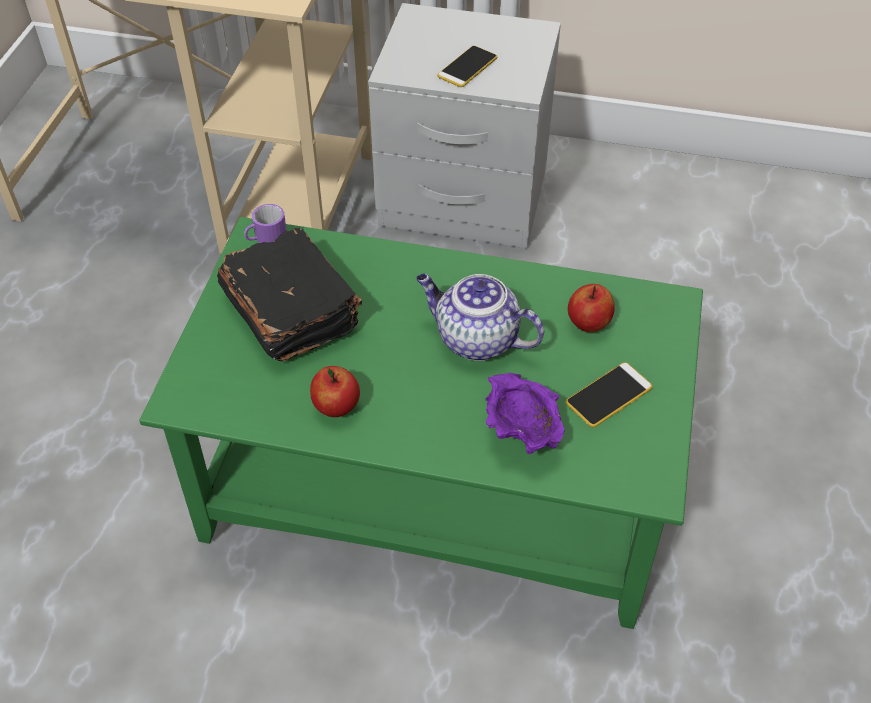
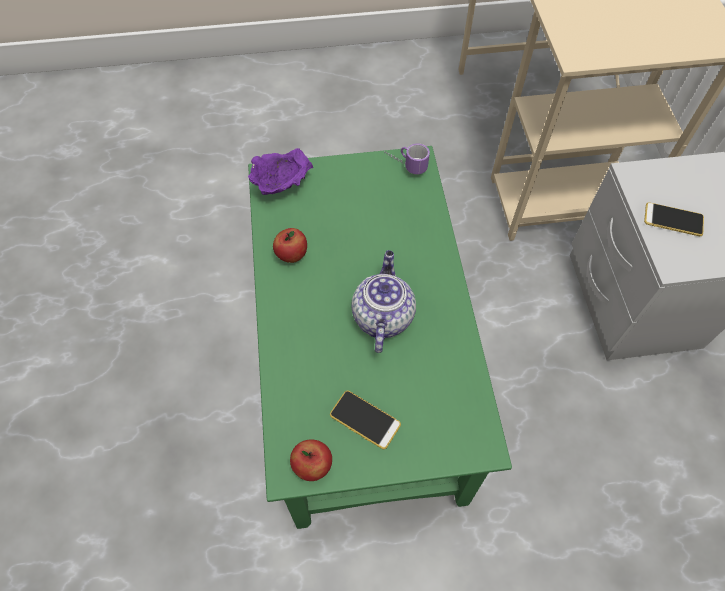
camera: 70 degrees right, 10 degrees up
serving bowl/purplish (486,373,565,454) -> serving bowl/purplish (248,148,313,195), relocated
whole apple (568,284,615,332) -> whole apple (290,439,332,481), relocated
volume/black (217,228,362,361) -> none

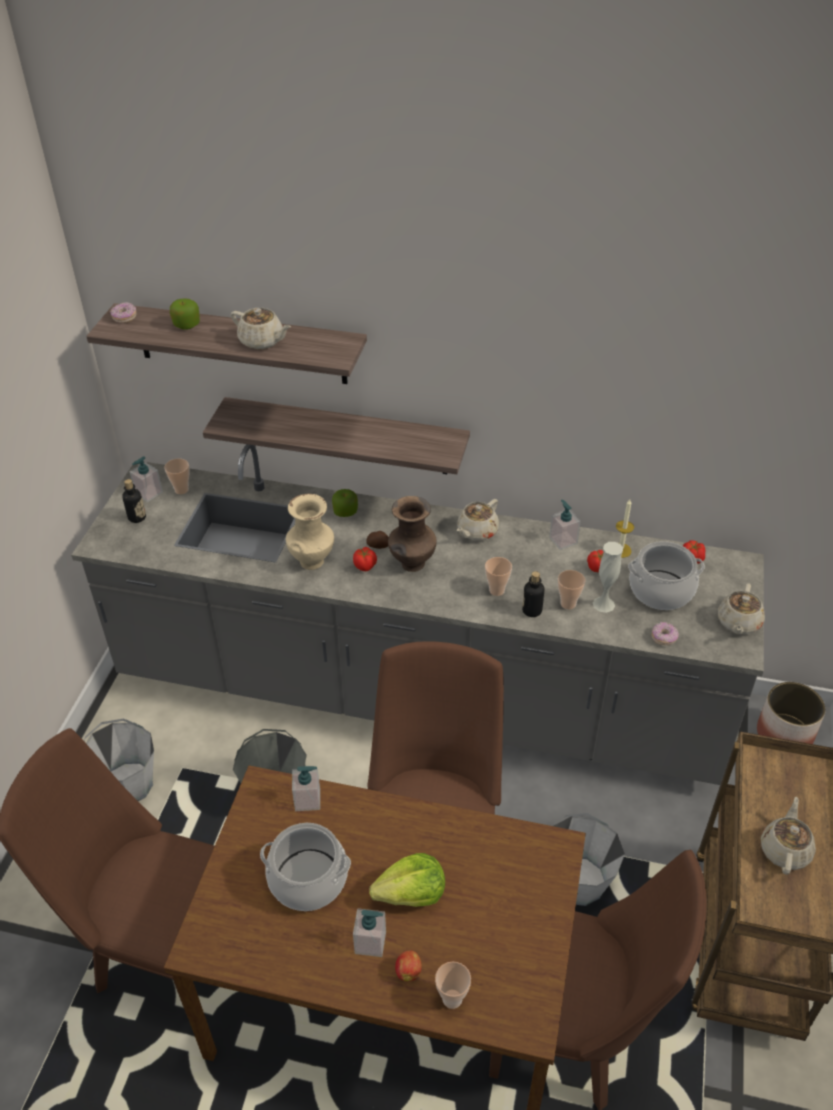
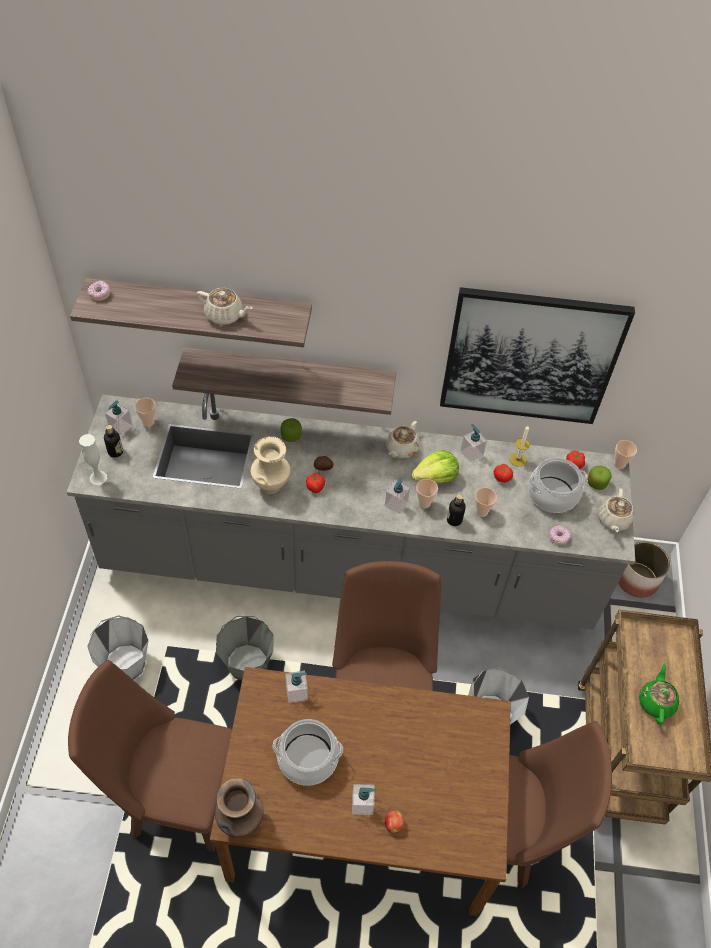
camera: 10 degrees left, 10 degrees up
decorative vase/white (593,542,623,613) -> decorative vase/white (79,434,107,485), relocated
decorative vase/brownish (388,496,437,572) -> decorative vase/brownish (215,778,263,837), relocated
none -> soap dispenser (385,478,410,514)
lettuce head (369,853,445,907) -> lettuce head (411,450,459,484), relocated
none -> wall picture (440,287,635,424)
whole apple (170,298,200,330) -> whole apple (588,466,611,490), relocated
drinking cup (435,962,471,1009) -> drinking cup (614,440,637,469), relocated
pot for tea/beige (761,797,816,875) -> pot for tea/greenish (639,663,679,724)

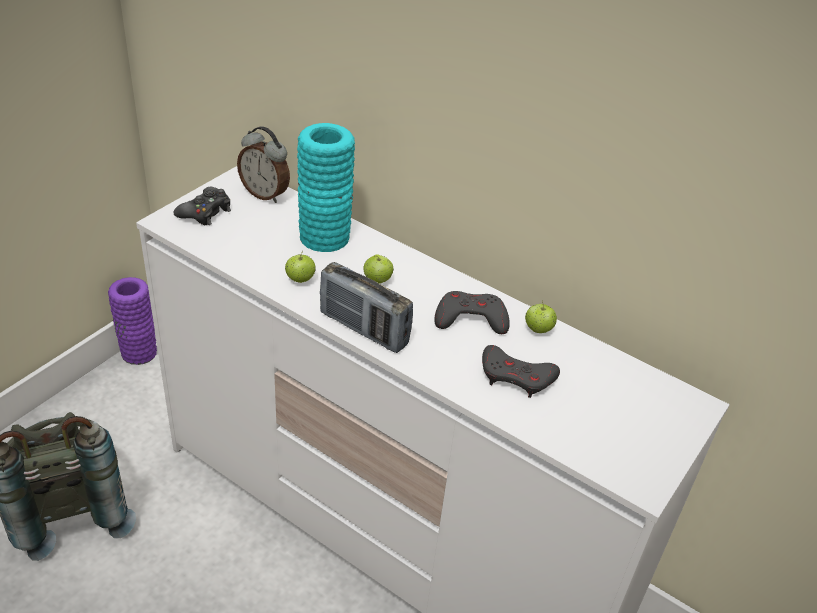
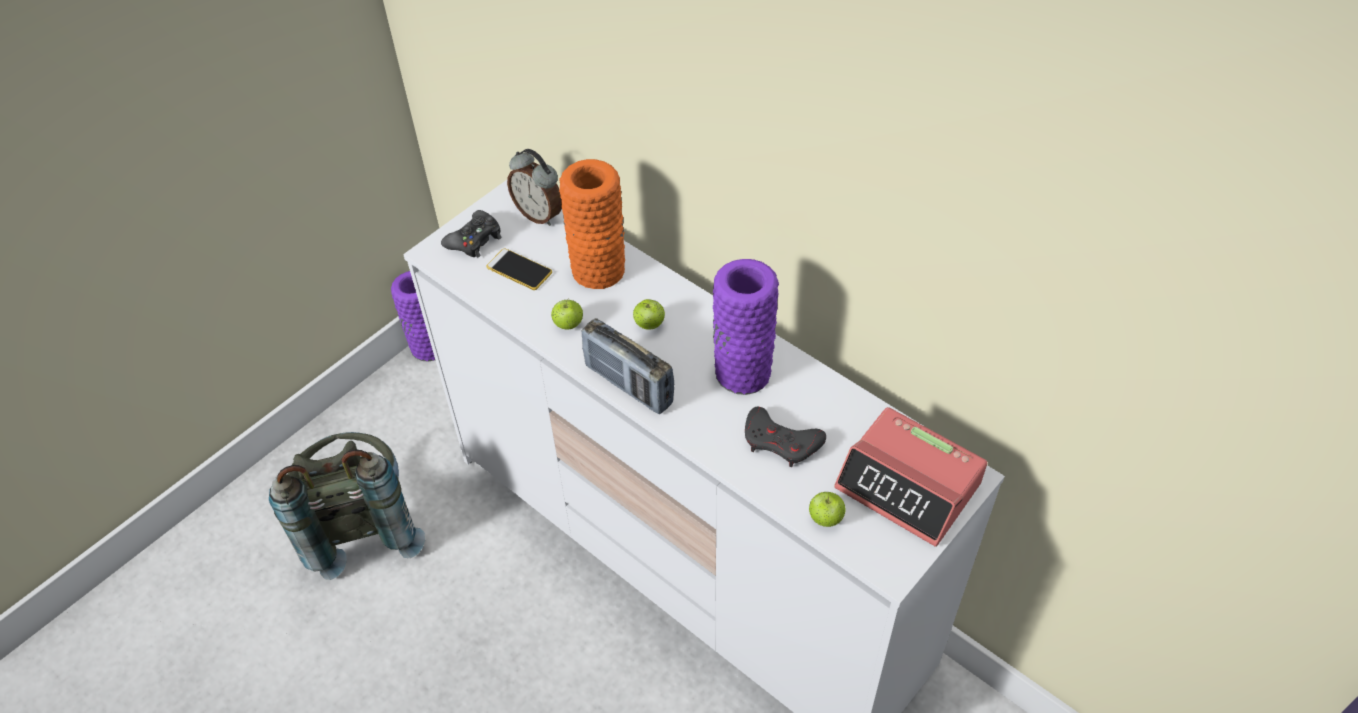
camera: 10 degrees right, 10 degrees up
none -> handset (487,249,552,290)
decorative vase/turquoise (297,123,355,252) -> decorative vase/orange-coloured (559,159,625,289)
game controller/greyish (434,291,510,334) -> decorative vase/purplish (713,259,779,395)
whole apple (525,300,557,333) -> whole apple (809,492,846,527), relocated
none -> table clock (834,407,987,547)

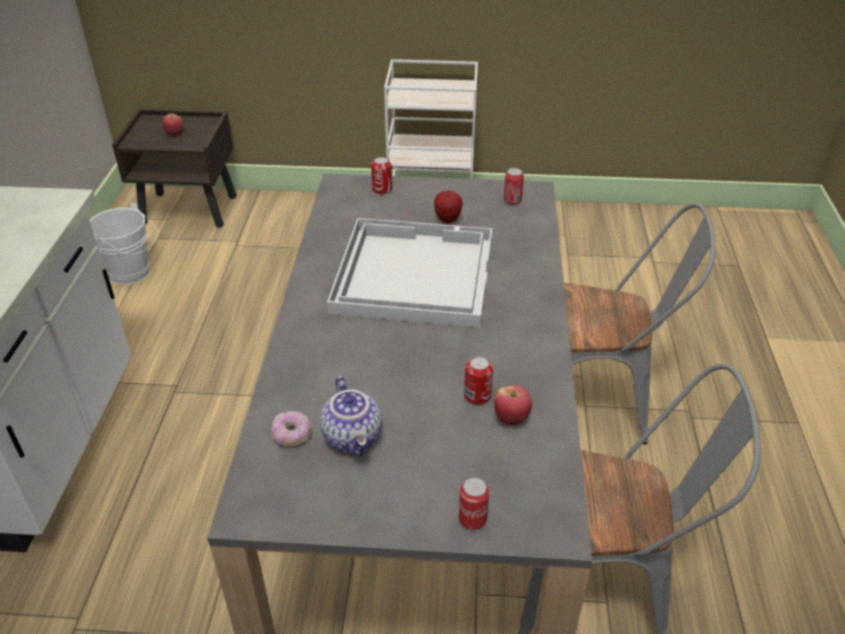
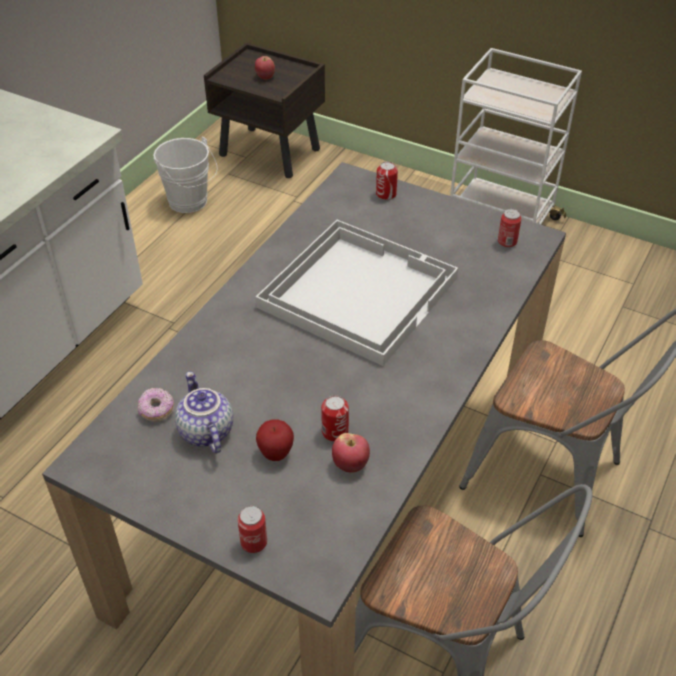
camera: 25 degrees right, 5 degrees up
pot for tea (320,376,382,456) -> pot for tea (175,371,233,454), 150 degrees clockwise
whole apple (434,191,463,223) -> whole apple (256,420,294,461), relocated

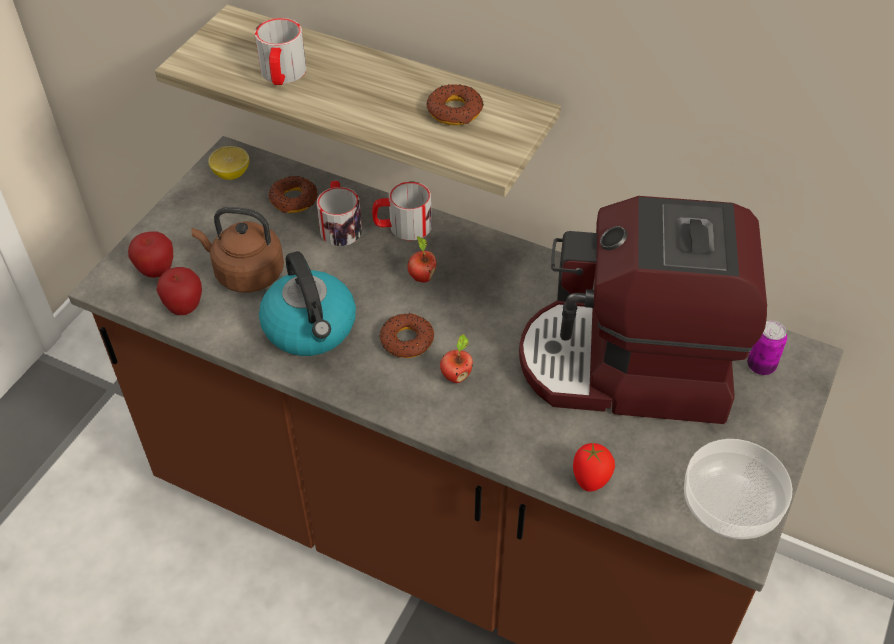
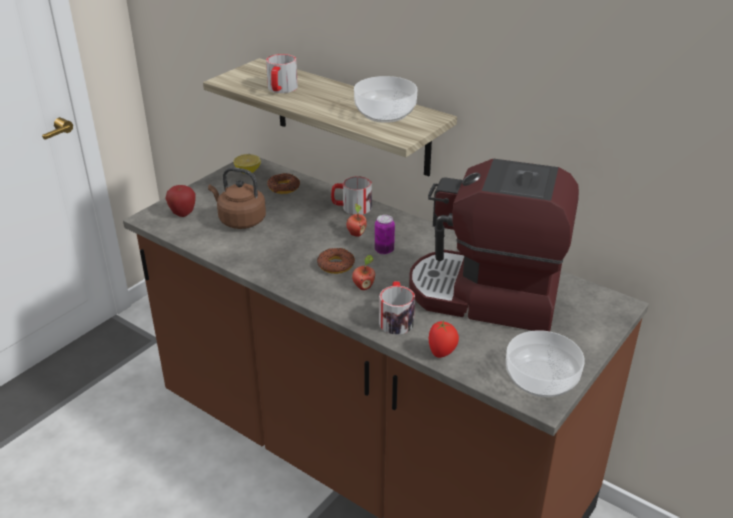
camera: 10 degrees right, 15 degrees down
donut (427,84,484,125) -> serving bowl (354,76,417,123)
can (747,321,787,375) -> can (375,215,395,255), relocated
coffee mug (317,181,362,246) -> coffee mug (379,281,415,335), relocated
whole apple (157,267,202,315) -> none
water kettle (259,251,356,356) -> none

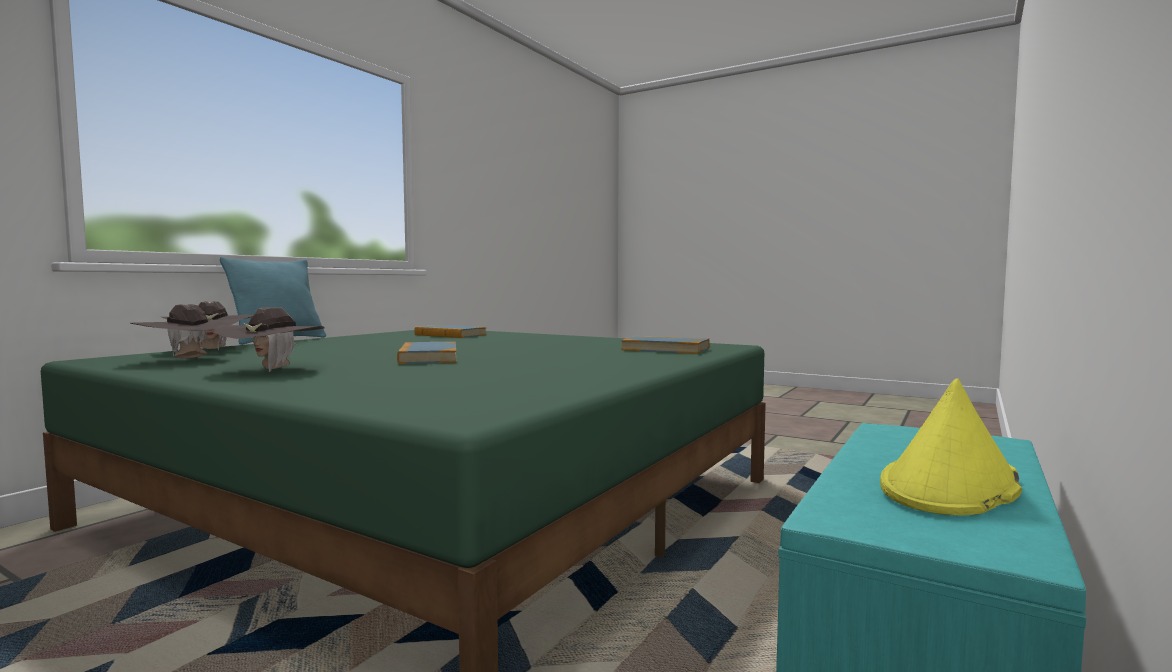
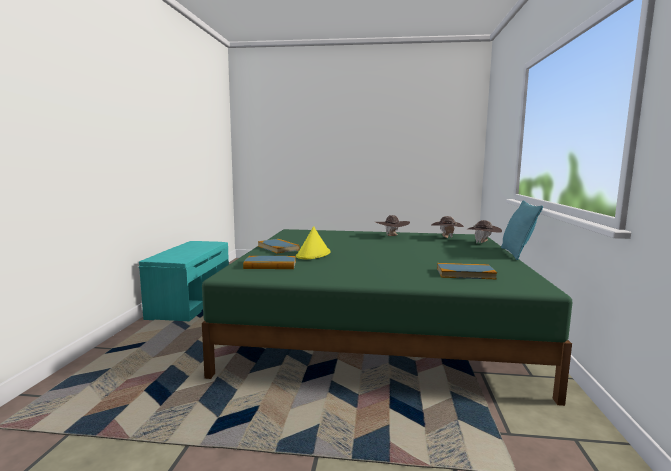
camera: 155 degrees right, 5 degrees up
volume (397,342,456,364) -> volume (258,239,300,253), relocated
clothing hat/yellowish (880,378,1022,515) -> clothing hat/yellowish (296,226,330,259), relocated

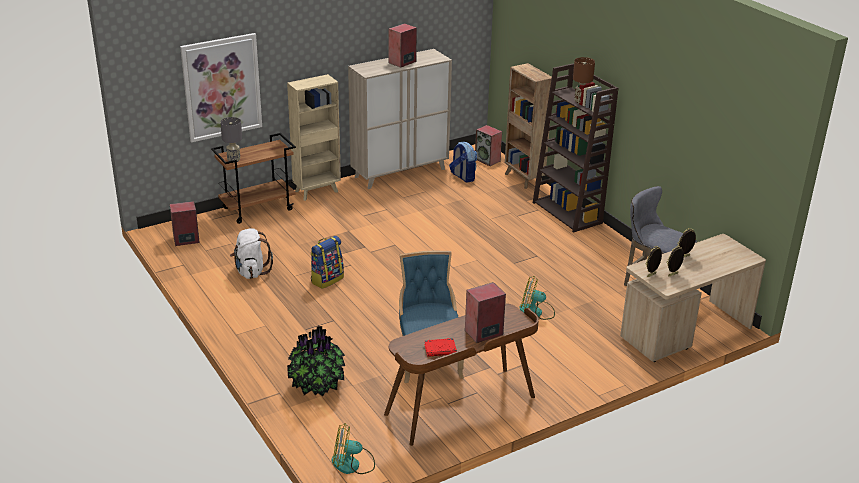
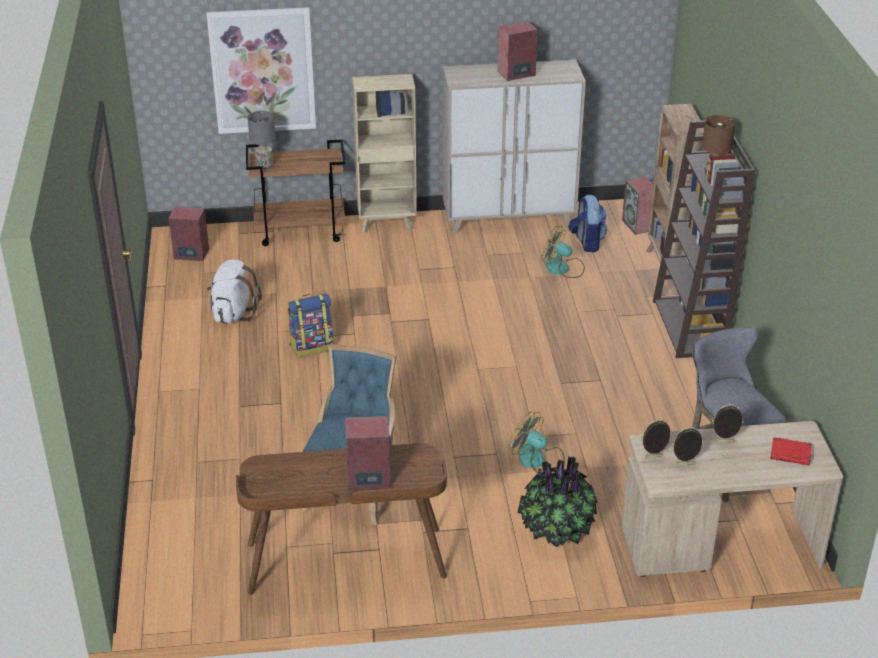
camera: 25 degrees right, 5 degrees up
potted plant (287,326,345,396) -> potted plant (517,456,598,547), relocated
cooling fan (332,423,375,474) -> cooling fan (541,226,585,278), relocated
volume/red-coloured (424,338,457,357) -> volume/red-coloured (770,437,812,465), relocated

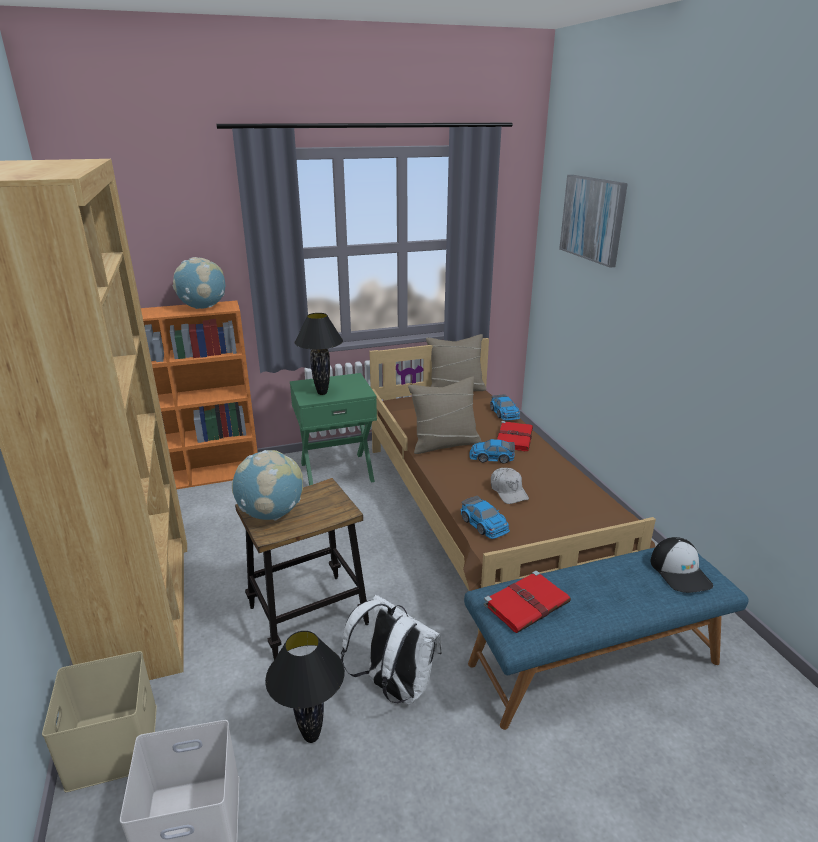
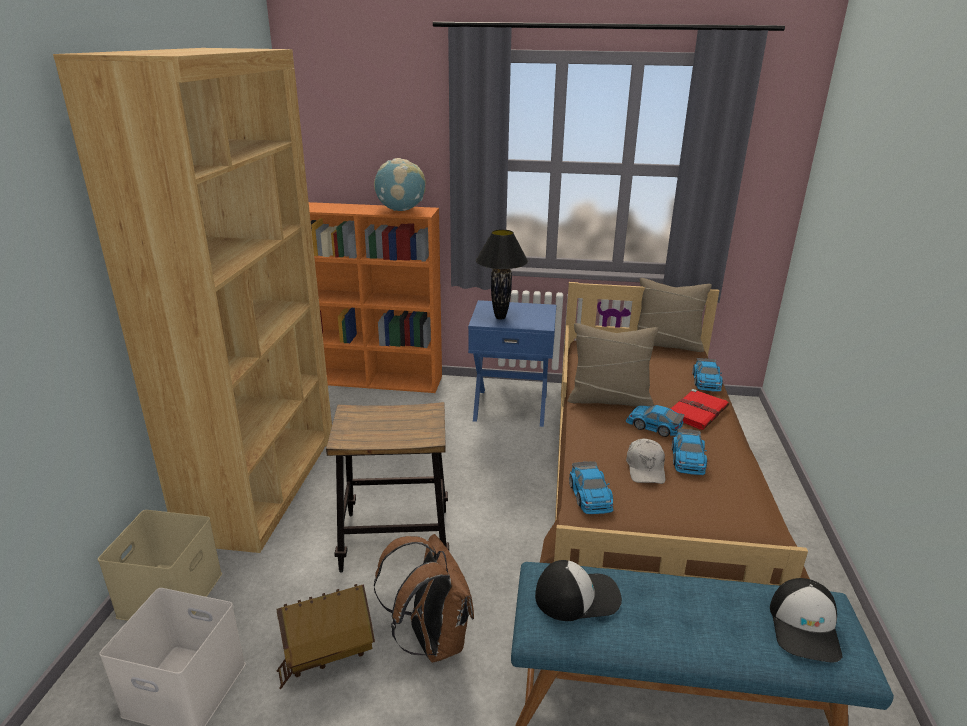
camera: 25 degrees right, 0 degrees up
tabletop lamp/black (265,631,345,743) -> miniature house (276,584,375,689)
rucksack/white (341,595,442,705) -> rucksack/brownish (374,534,474,663)
bedside table/greenish (290,373,377,486) -> bedside table/blue (468,300,556,427)
volume/red-coloured (484,571,571,633) -> cap (535,560,622,621)
none -> miniature car (671,429,707,475)
world globe (232,450,303,521) -> none
wall picture (559,175,628,268) -> none

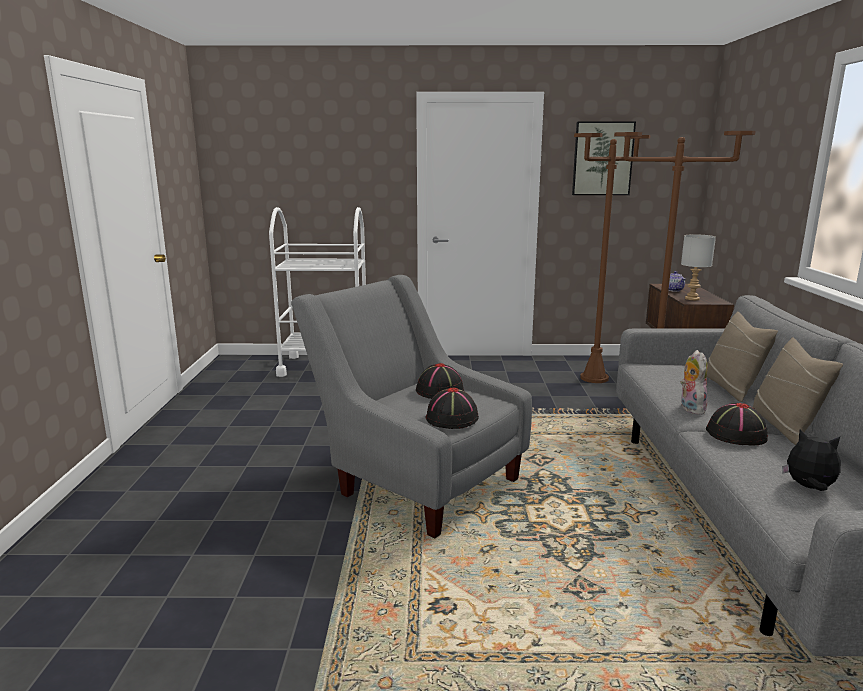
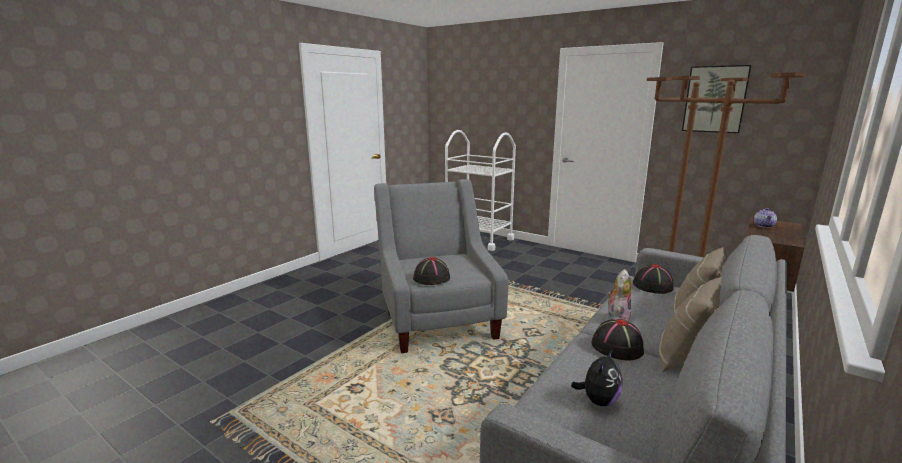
camera: 35 degrees right, 0 degrees up
plush toy (782,430,841,491) -> plush toy (571,349,622,406), 60 degrees clockwise
clothing hat/black (416,363,464,399) -> clothing hat/black (633,264,674,294), relocated
tabletop lamp/greyish (681,234,716,300) -> none

